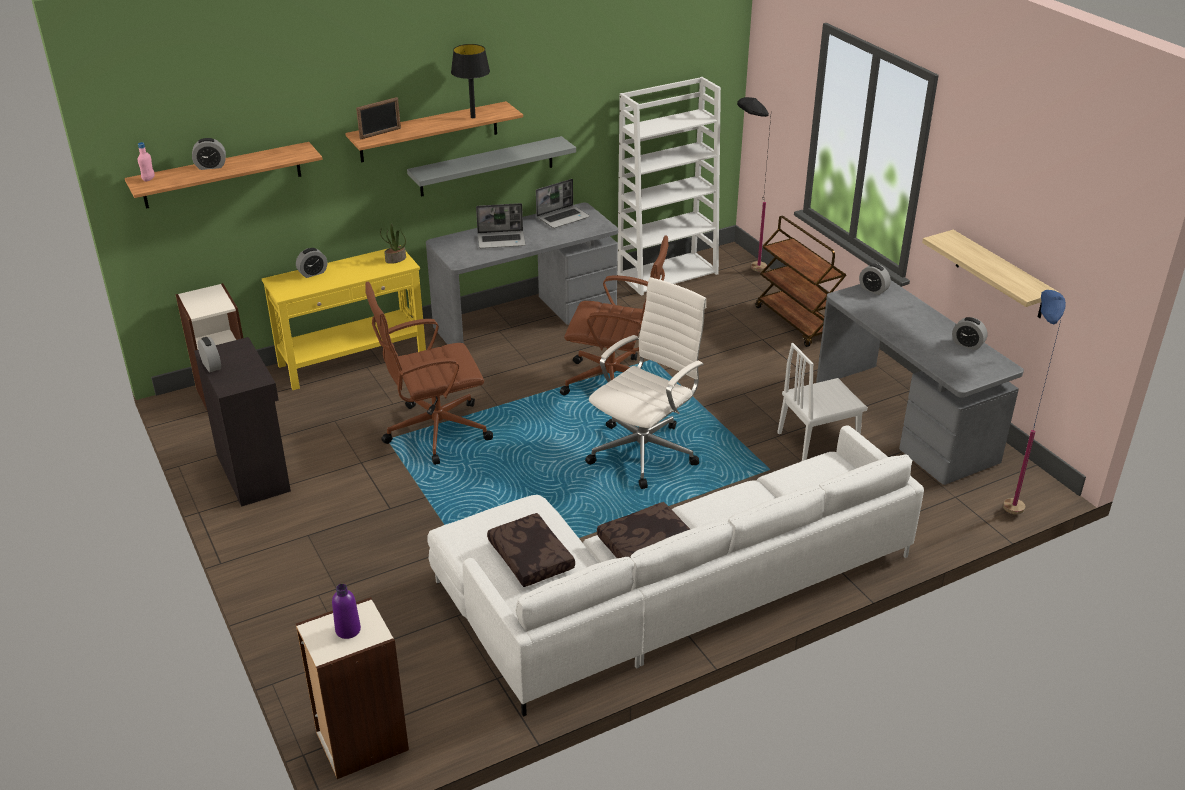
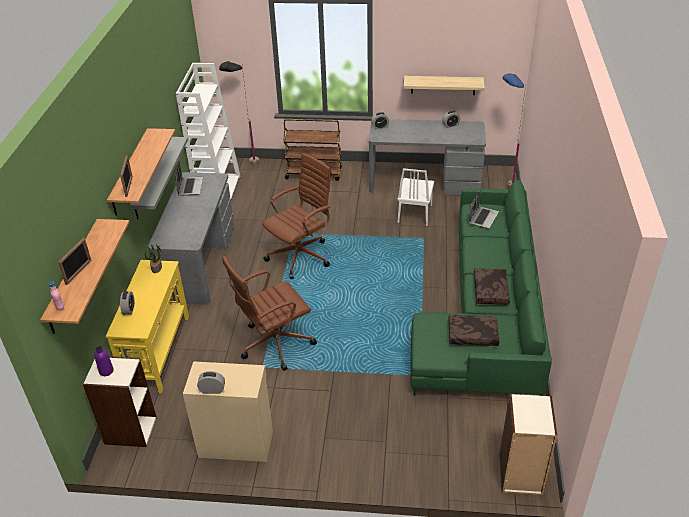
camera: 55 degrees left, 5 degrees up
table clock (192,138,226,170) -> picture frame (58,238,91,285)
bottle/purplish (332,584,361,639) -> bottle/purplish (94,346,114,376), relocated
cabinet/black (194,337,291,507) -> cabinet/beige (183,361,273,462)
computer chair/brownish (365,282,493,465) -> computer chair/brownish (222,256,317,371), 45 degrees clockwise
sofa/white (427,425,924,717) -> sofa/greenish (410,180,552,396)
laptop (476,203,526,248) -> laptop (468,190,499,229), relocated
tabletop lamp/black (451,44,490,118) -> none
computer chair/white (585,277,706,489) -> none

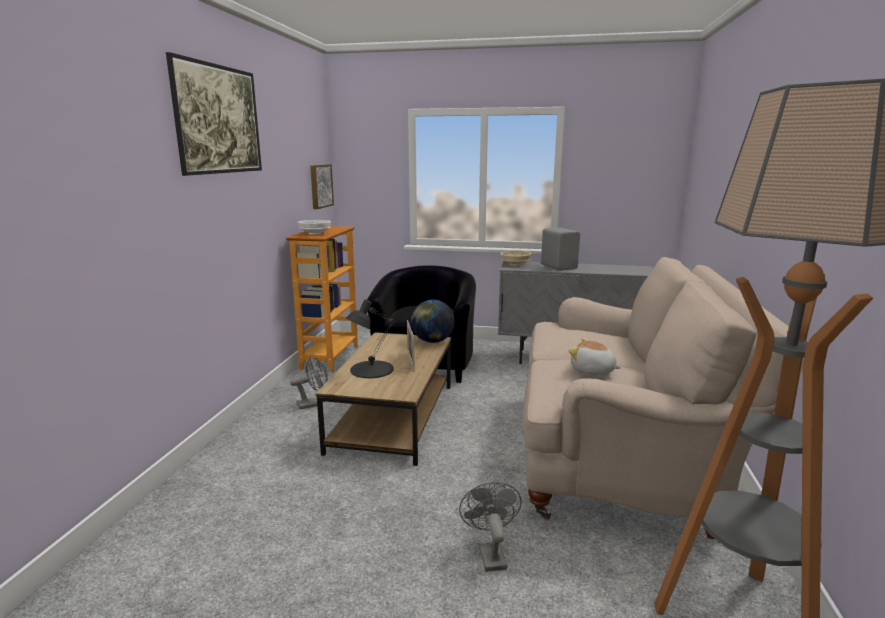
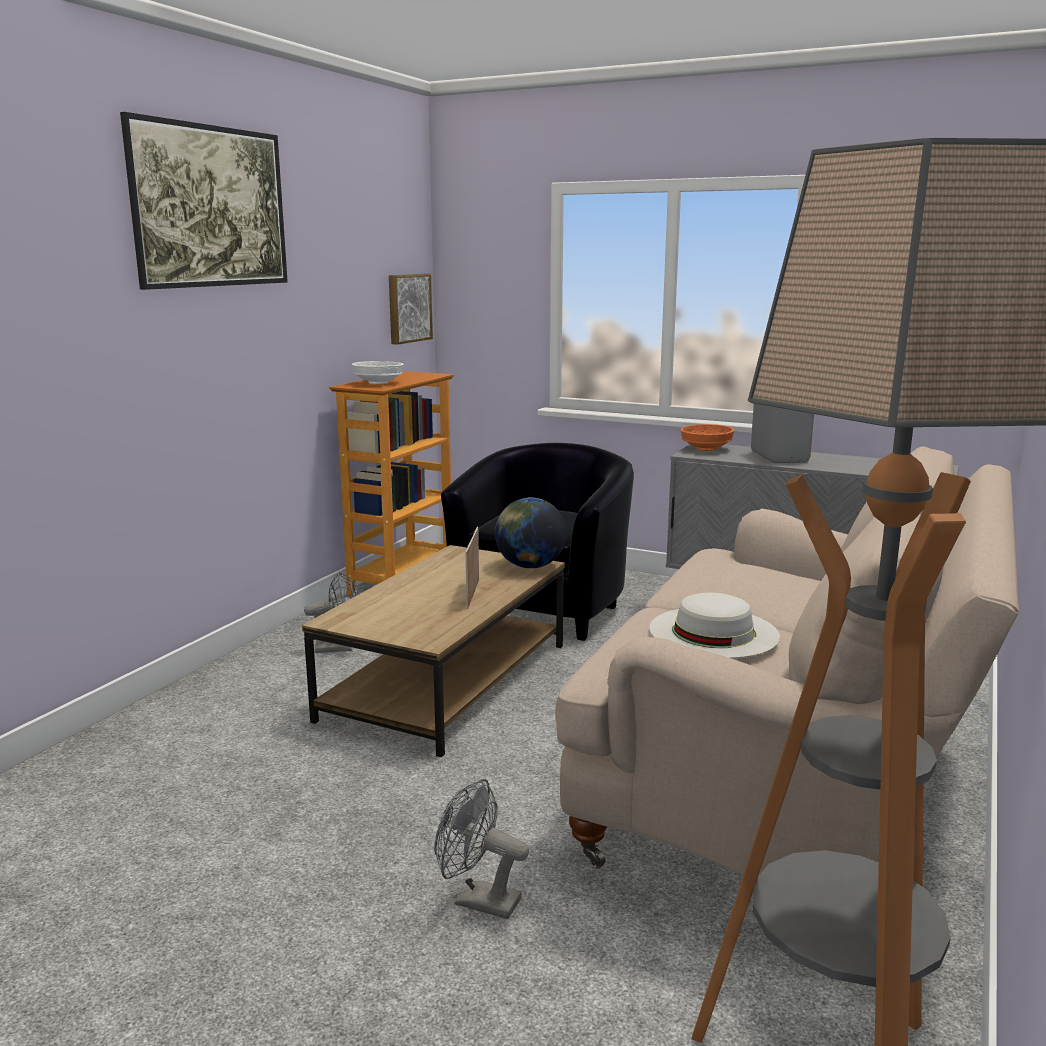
camera: 15 degrees right, 0 degrees up
cooling fan/greyish (459,482,522,572) -> cooling fan/greyish (434,779,529,919), 75 degrees counterclockwise
plush toy (568,338,621,375) -> clothing hat/white (649,593,780,658)
serving bowl/beige (500,250,531,266) -> serving bowl/orange-coloured (680,424,735,451)
tabletop lamp/black (345,299,396,378) -> none

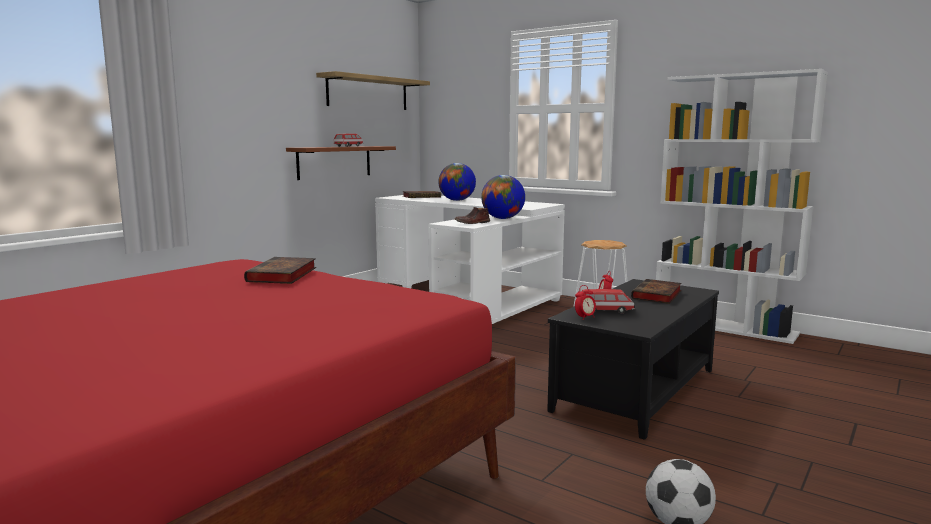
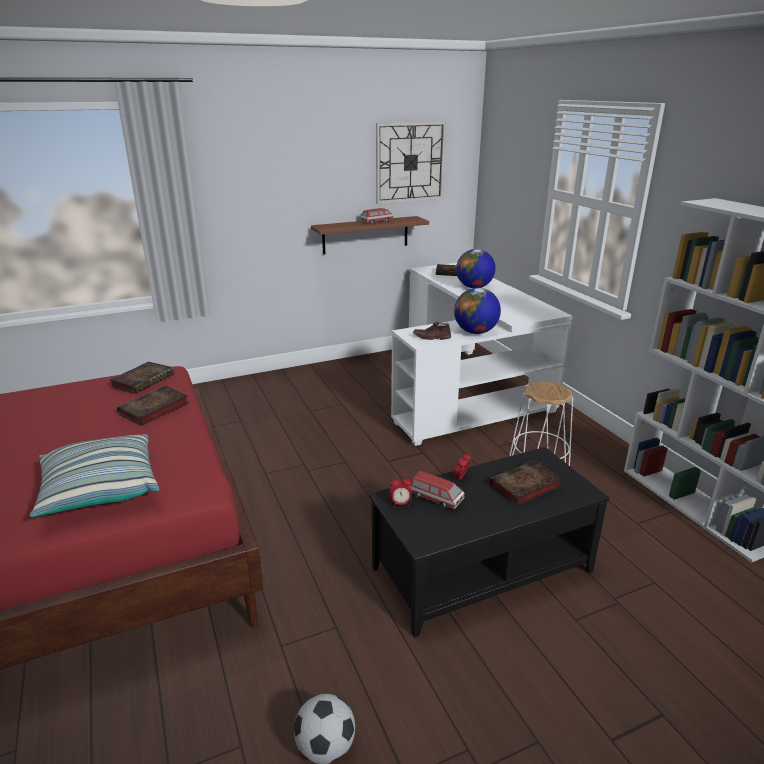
camera: 30 degrees right, 15 degrees up
none -> pillow (30,434,159,517)
none -> volume (109,362,174,394)
bracket shelf (316,71,430,110) -> wall clock (376,121,446,204)

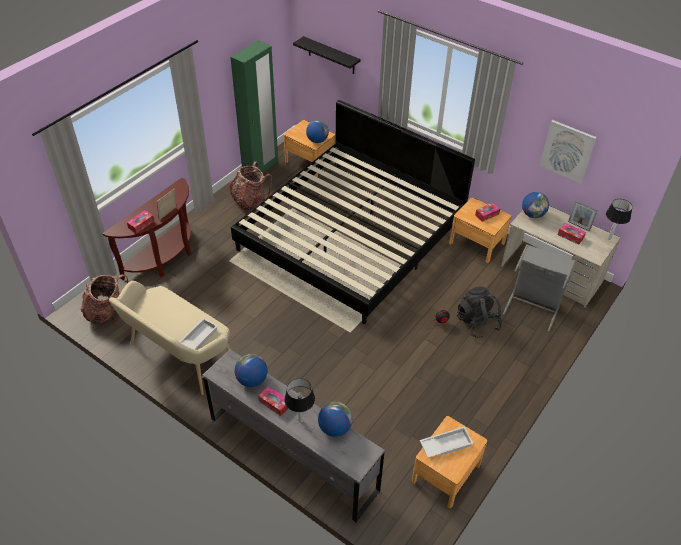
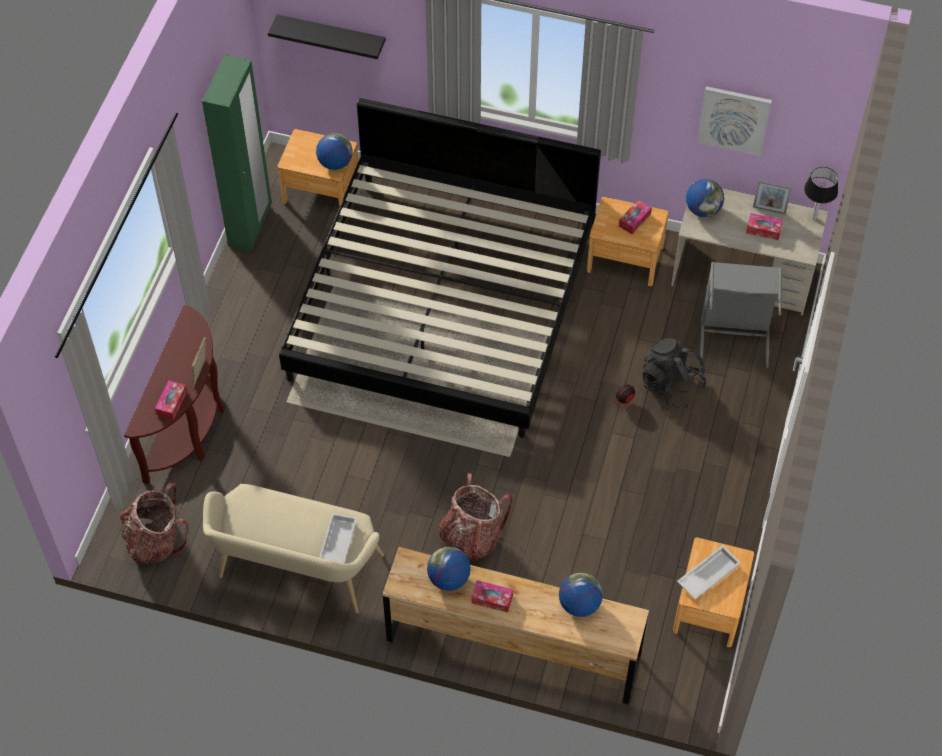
camera: 20 degrees left, 10 degrees up
drawer chest/greyish (203,349,385,522) -> drawer chest/brownish (383,547,649,704)
rucksack (229,161,272,211) -> rucksack (439,473,513,561), relocated
tabletop lamp (284,378,315,423) -> none

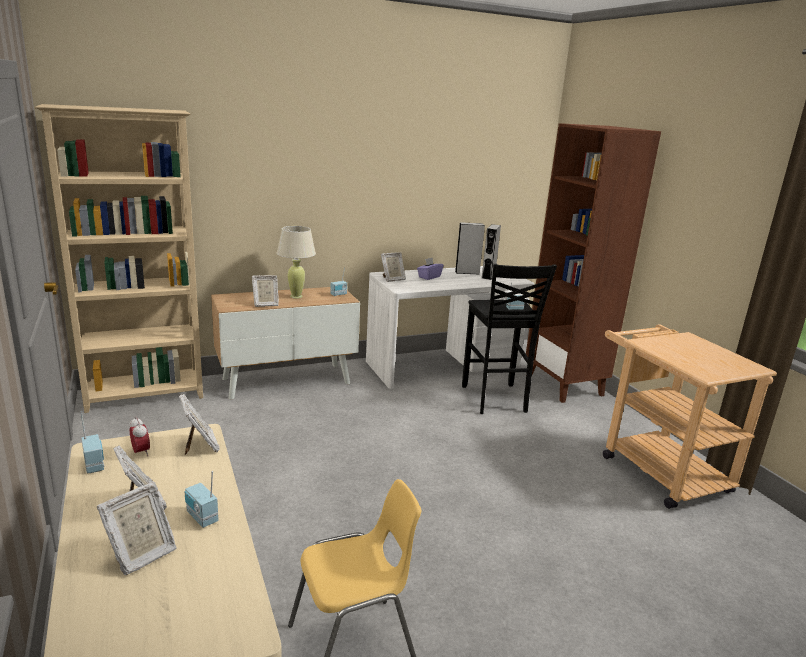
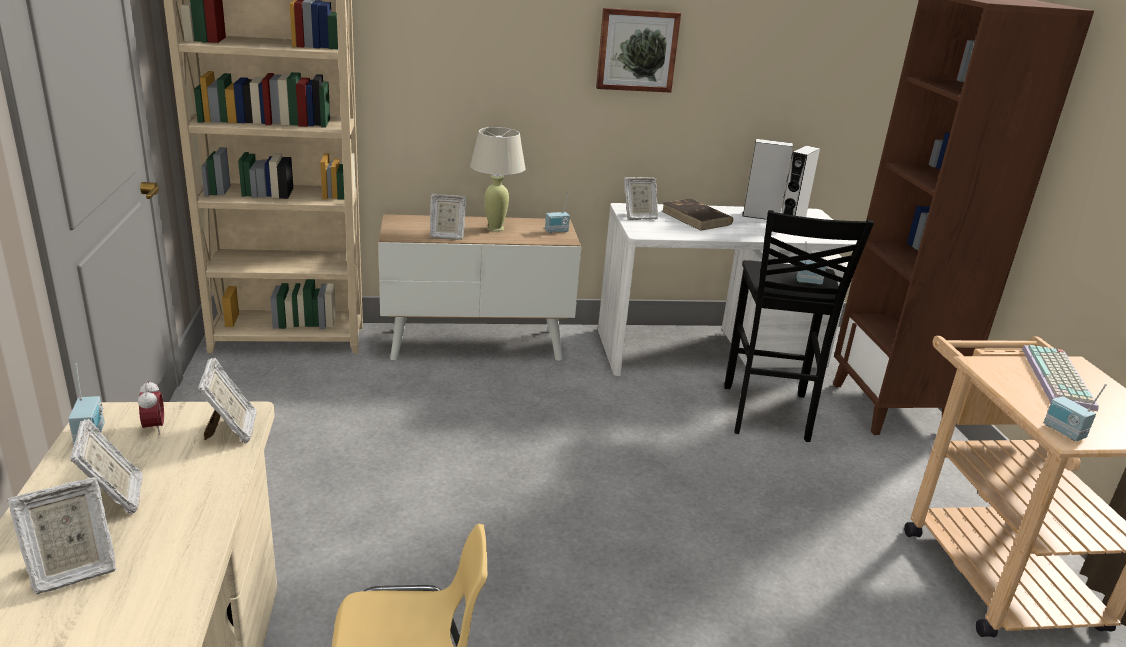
camera: 15 degrees right, 5 degrees up
none -> wall picture (596,8,681,93)
tissue holder/purplish (417,257,443,280) -> volume/brownish (661,198,733,231)
none -> computer keyboard (1022,345,1099,411)
radio set (185,471,219,528) -> radio set (1044,384,1107,441), relocated

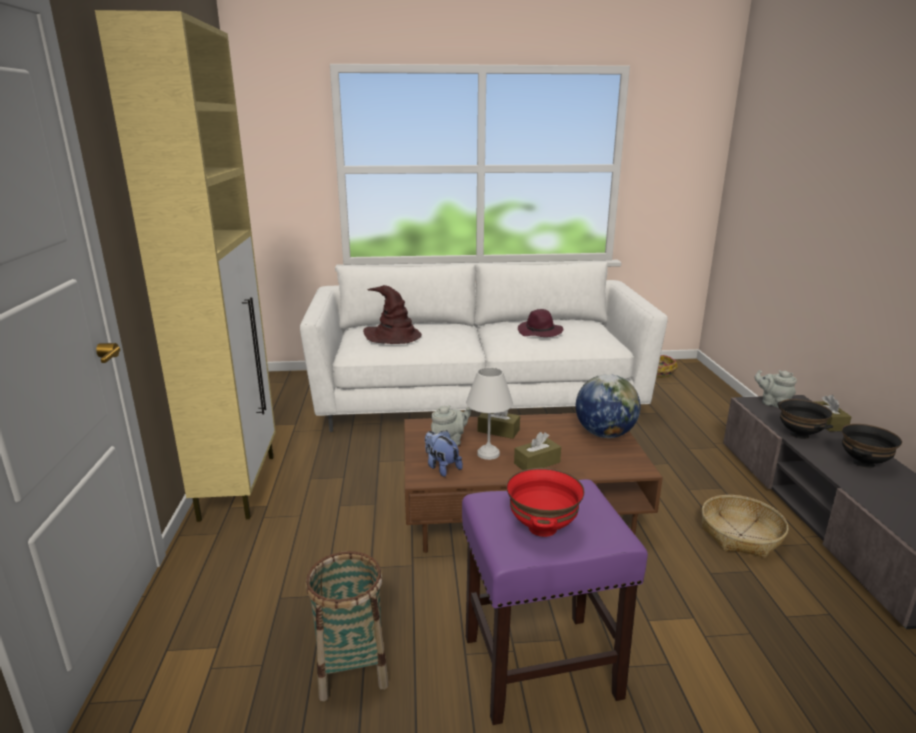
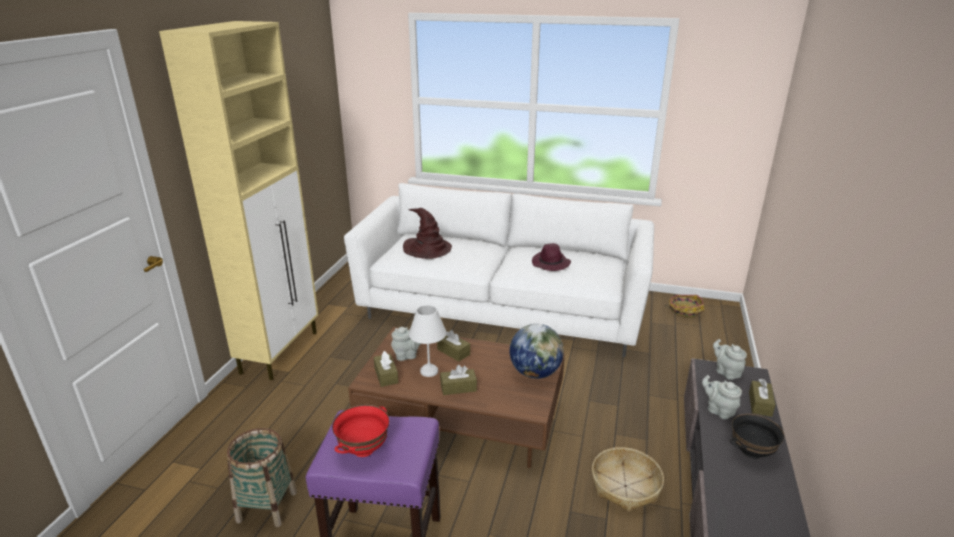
camera: 20 degrees right, 5 degrees up
plush toy (425,430,463,477) -> tissue holder/brownish (374,351,399,387)
serving bowl/black (777,399,833,439) -> pot for tea/greyish (702,375,742,419)

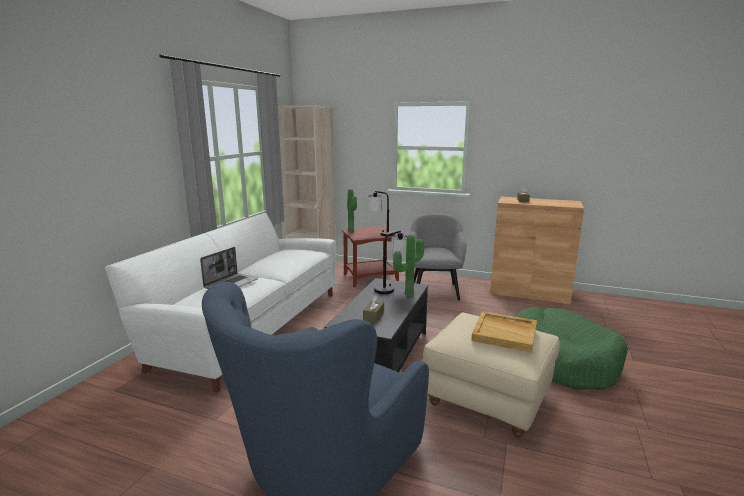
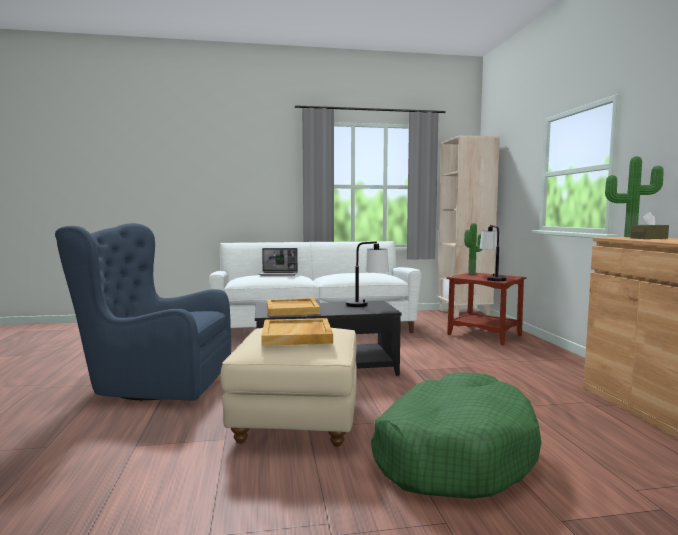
camera: 60 degrees right, 10 degrees down
tissue holder/brownish (363,296,384,323) -> carrying tray/beige (267,298,320,316)
potted plant (393,235,424,296) -> potted plant (605,156,664,237), relocated
armchair/greyish (410,213,467,301) -> none

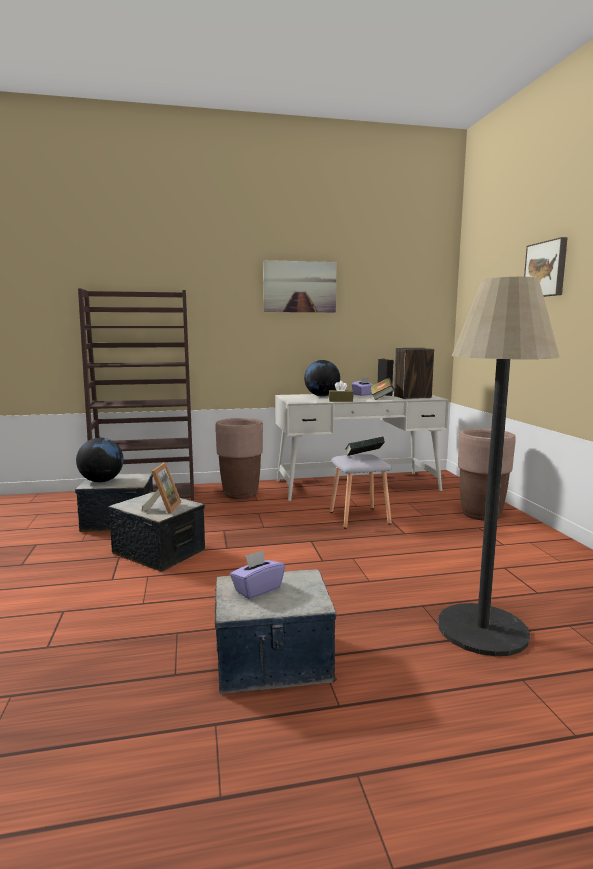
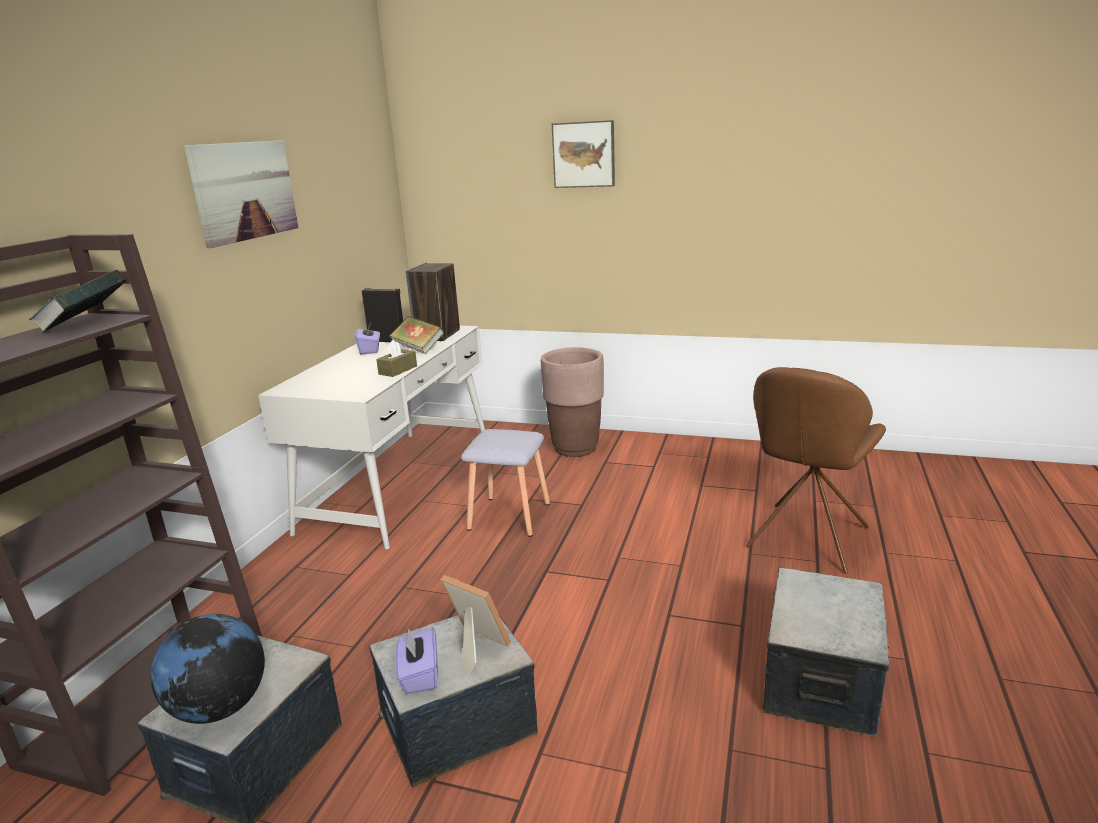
camera: 60 degrees left, 10 degrees up
volume (345,436,385,456) -> volume (29,270,126,333), relocated
tissue holder/purplish (230,550,285,599) -> tissue holder/purplish (396,627,438,694), relocated
standing lamp (438,277,560,656) -> plain chair/brownish (746,367,886,574)
planter/brownish (215,418,263,499) -> none
world globe (304,360,340,396) -> none

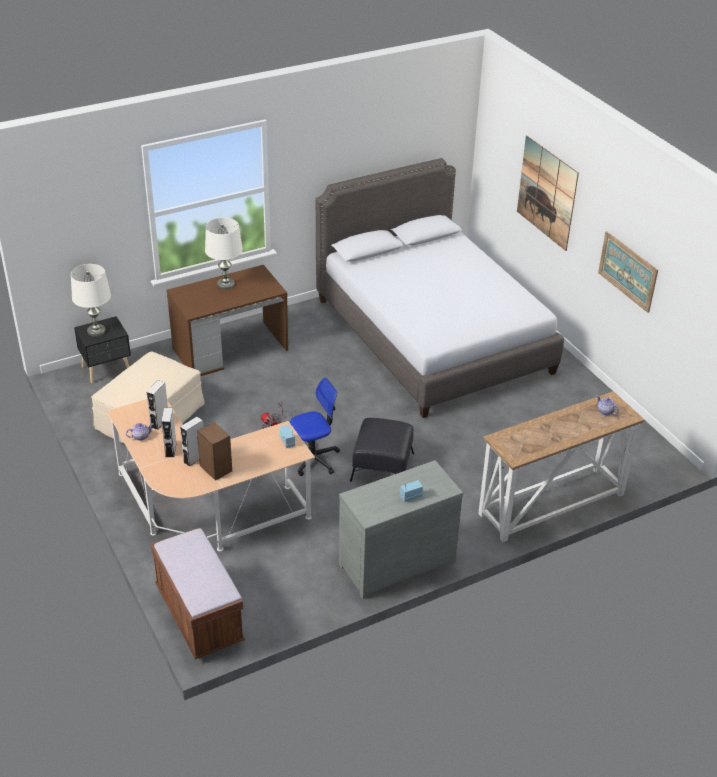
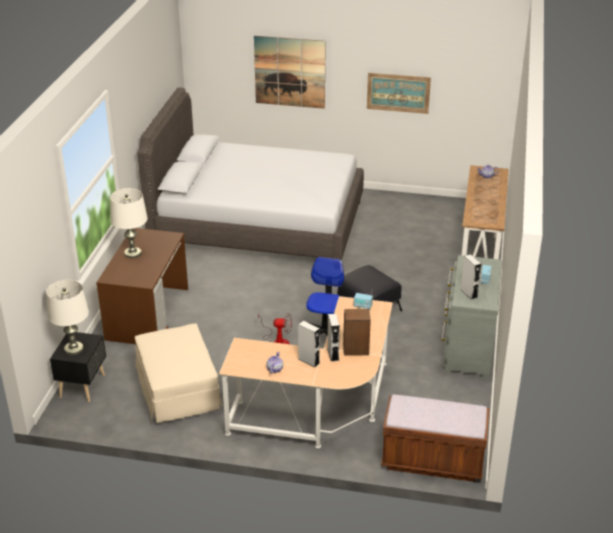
camera: 50 degrees left, 5 degrees down
audio speaker/greyish (147,380,168,430) -> audio speaker/greyish (461,254,481,300), relocated

